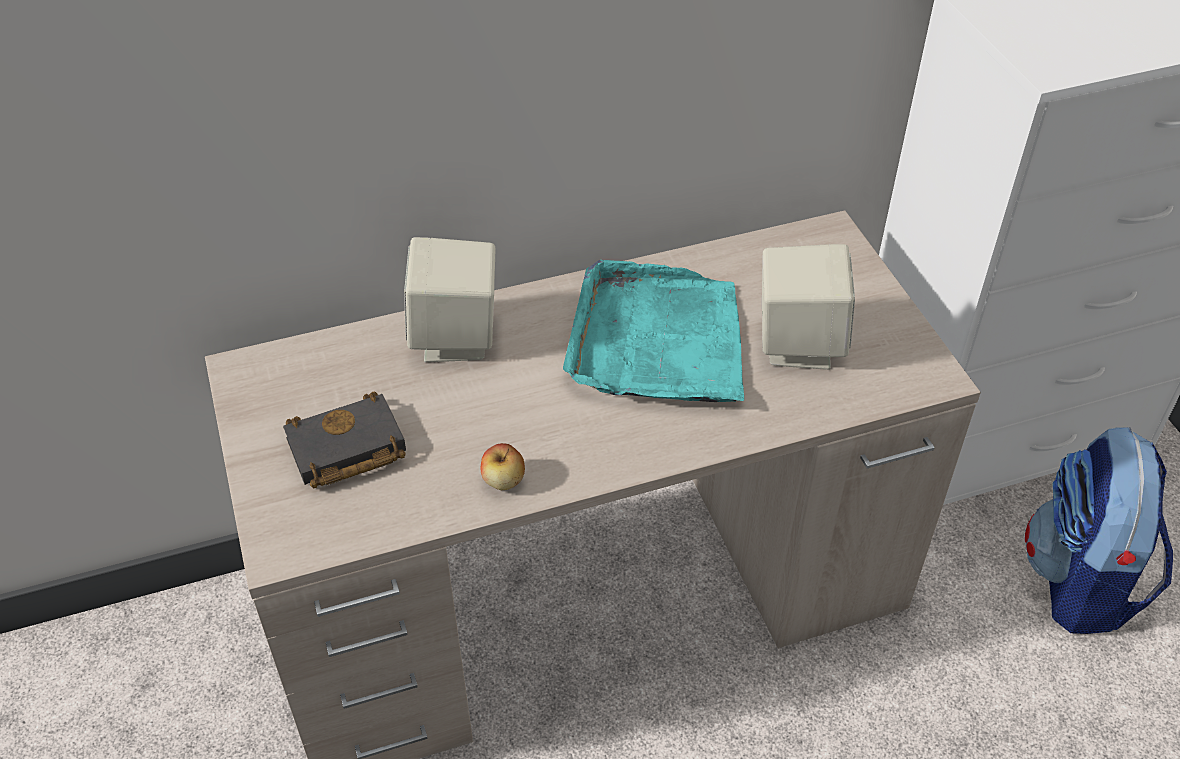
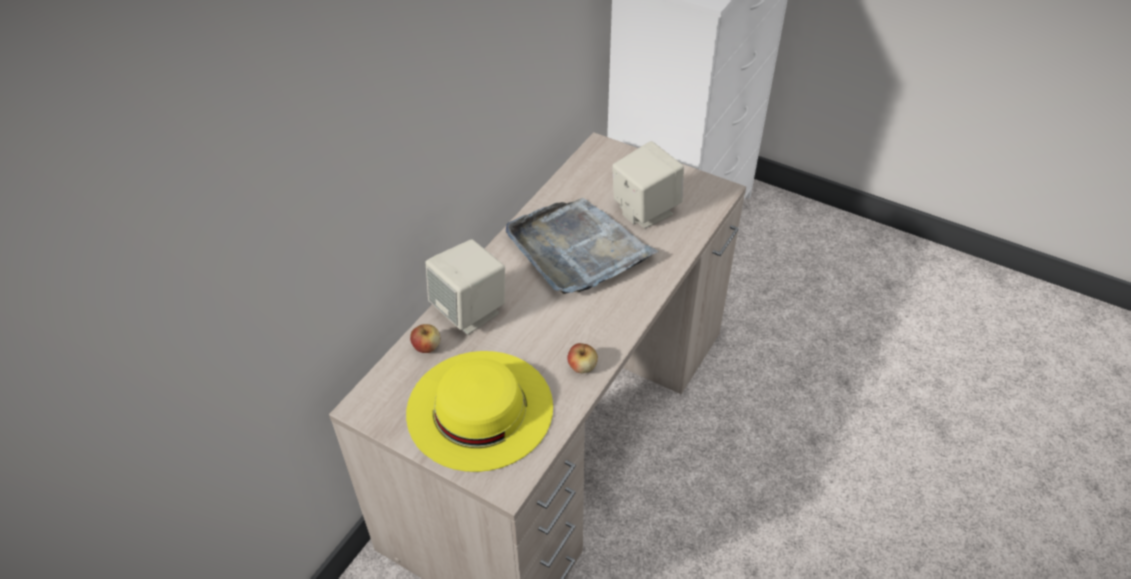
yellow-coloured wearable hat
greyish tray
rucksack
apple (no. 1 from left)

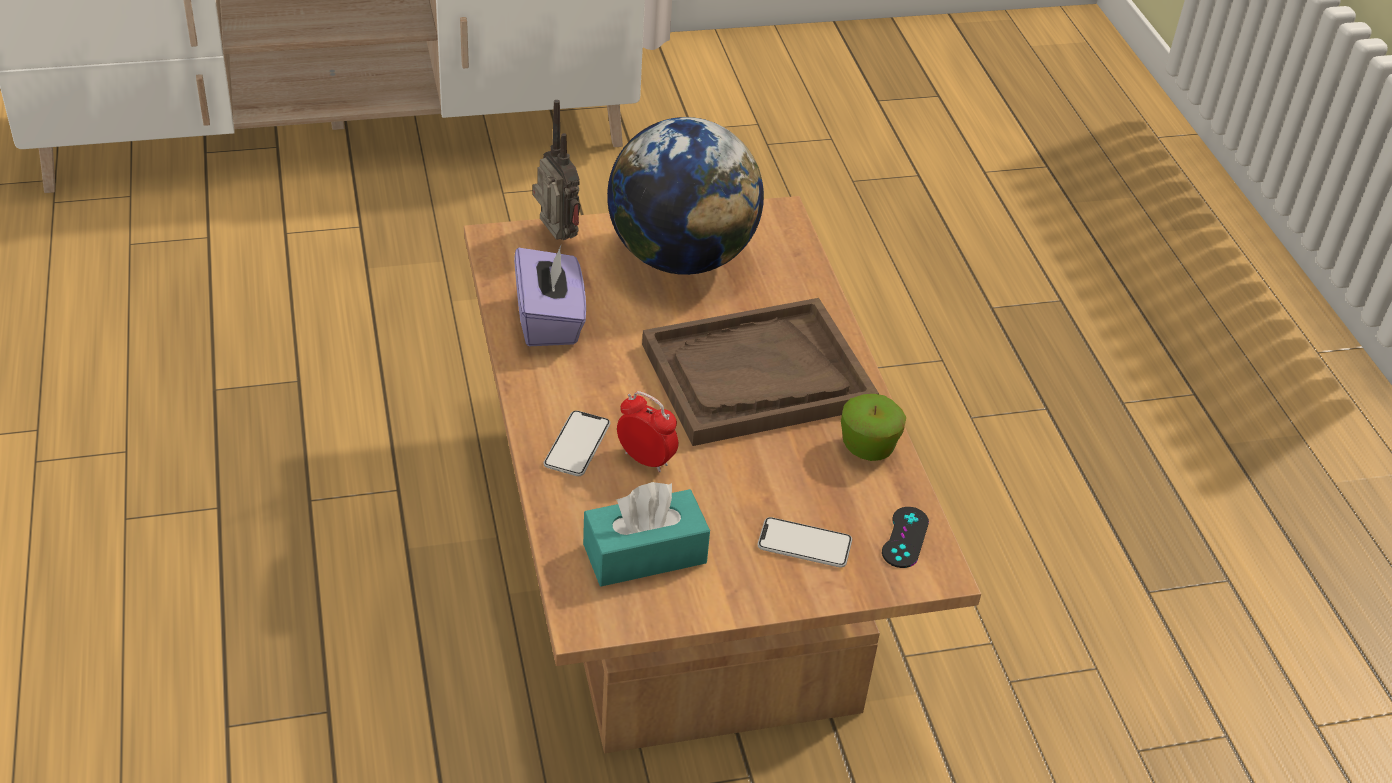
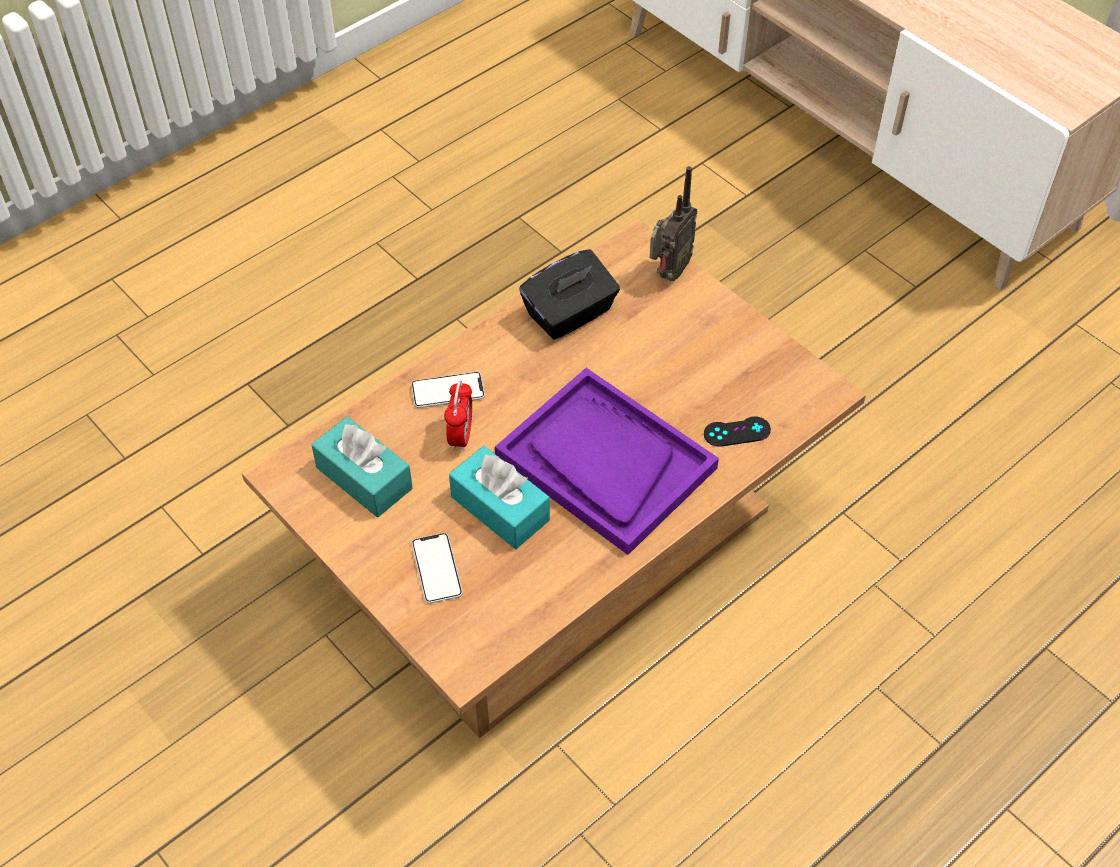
black-coloured tissue box
globe
purple-coloured tray
apple
black-coloured joypad
turquoise tissue box (no. 2 from left)

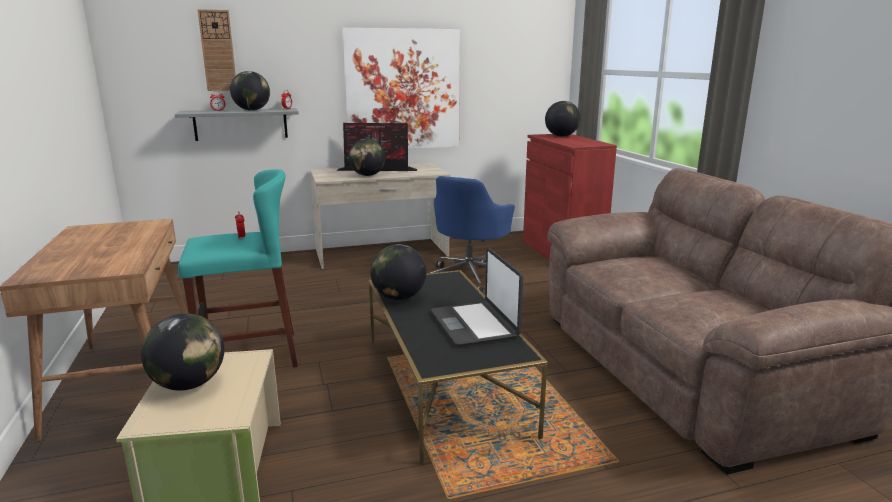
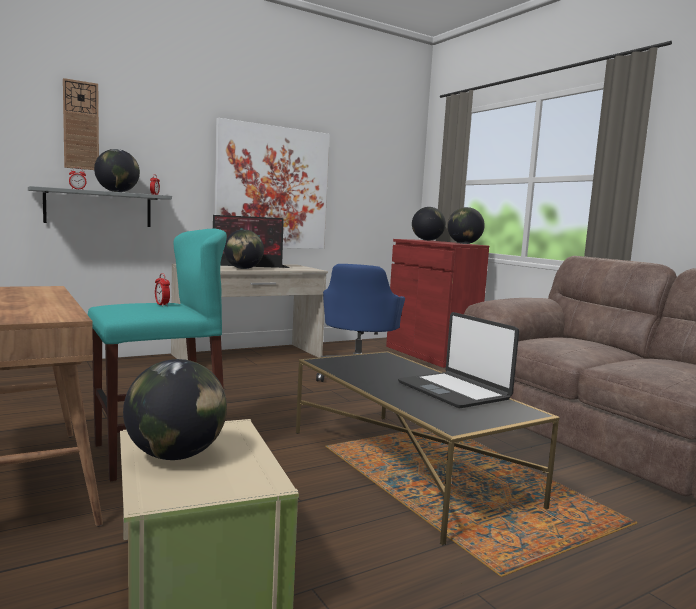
globe (no. 5 from left)

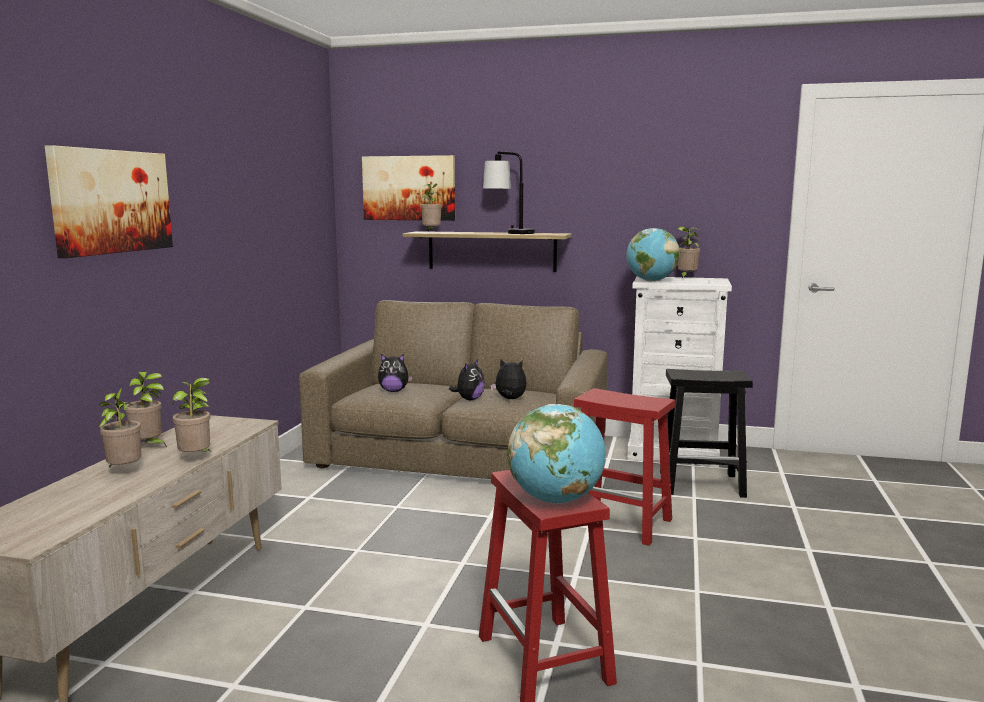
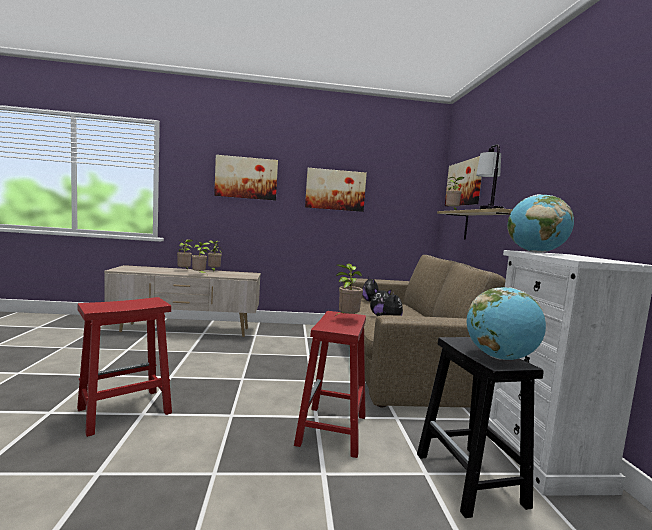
globe (no. 1 from left)
plant in a pot (no. 4 from left)
picture (no. 2 from left)

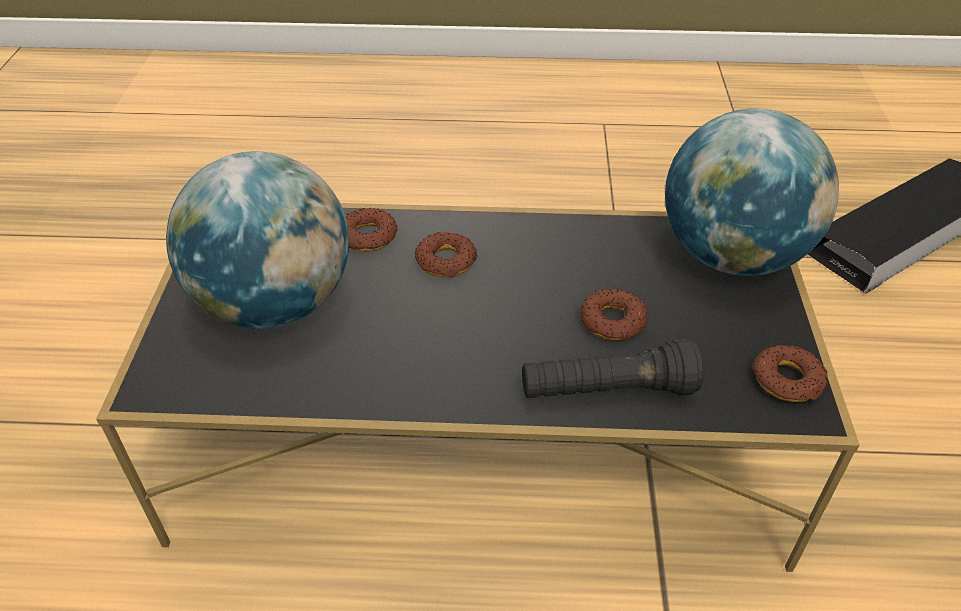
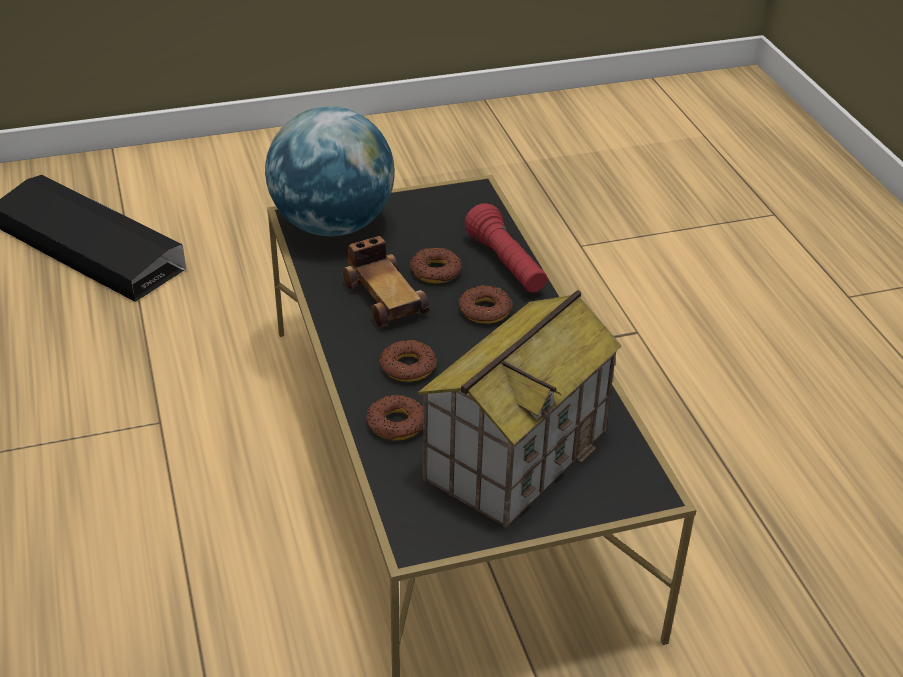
model house
red-coloured flashlight
donut (no. 4 from left)
model car

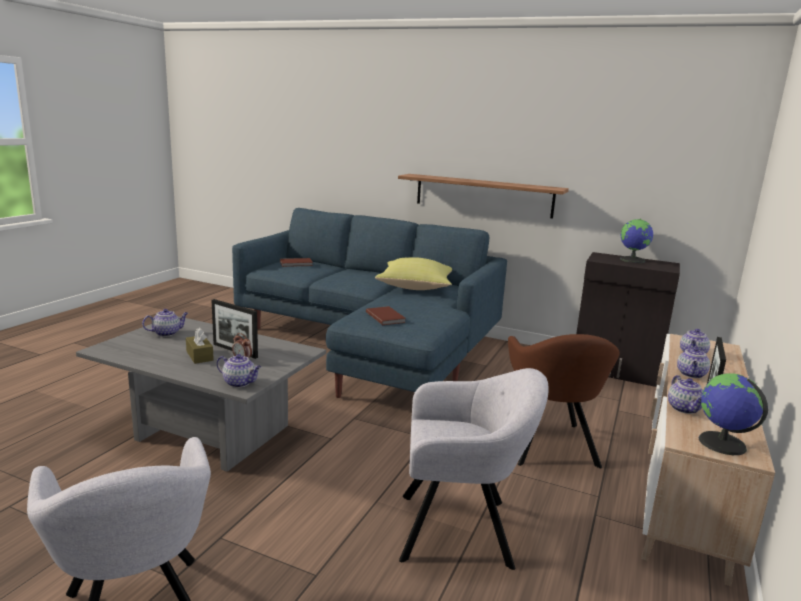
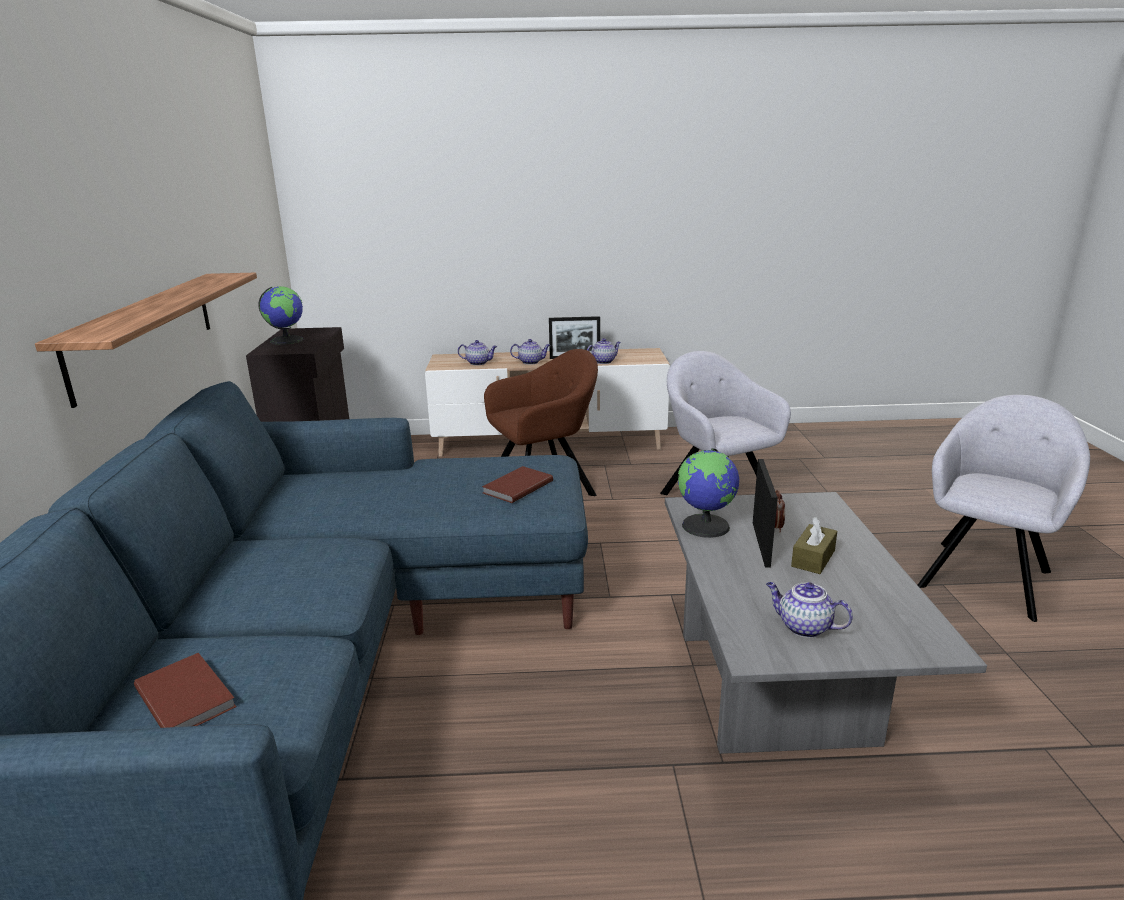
teapot (no. 2 from left in the first image)
yellow-coloured throw pillow
globe (no. 2 from left)

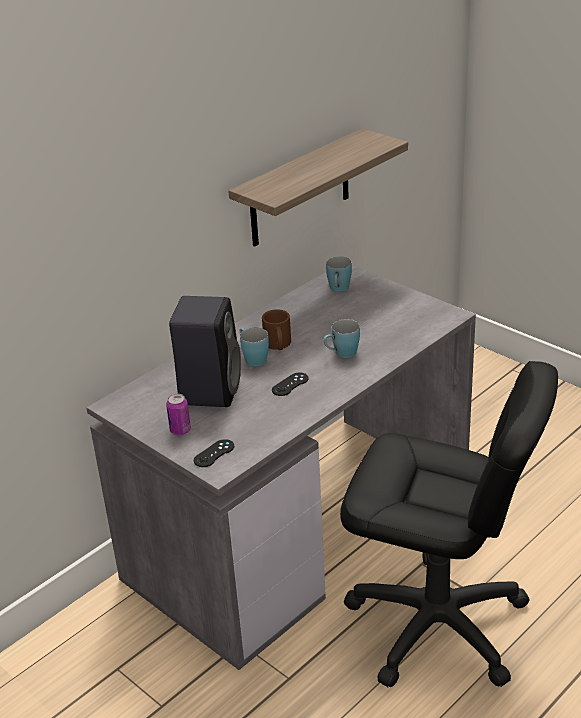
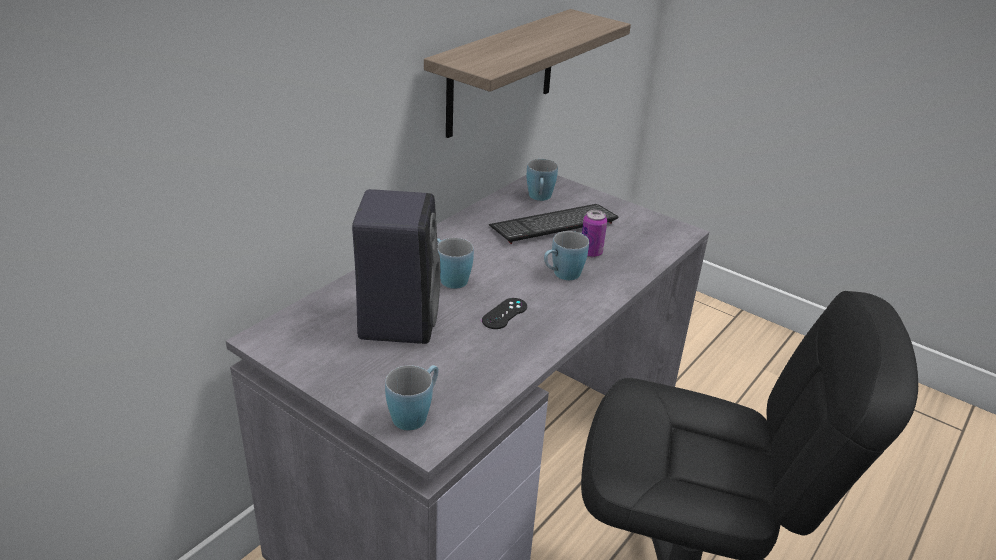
can
bluish mug (no. 1 from left)
brown mug
computer keyboard

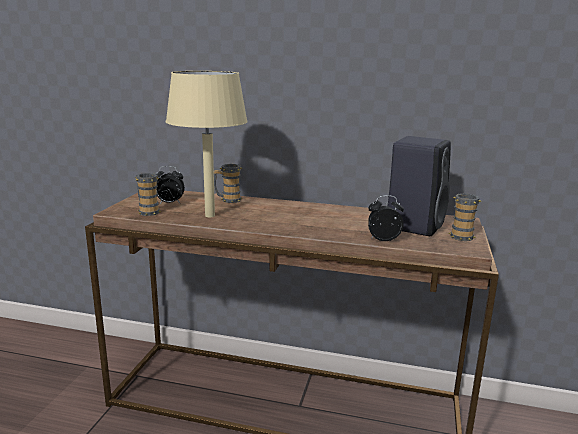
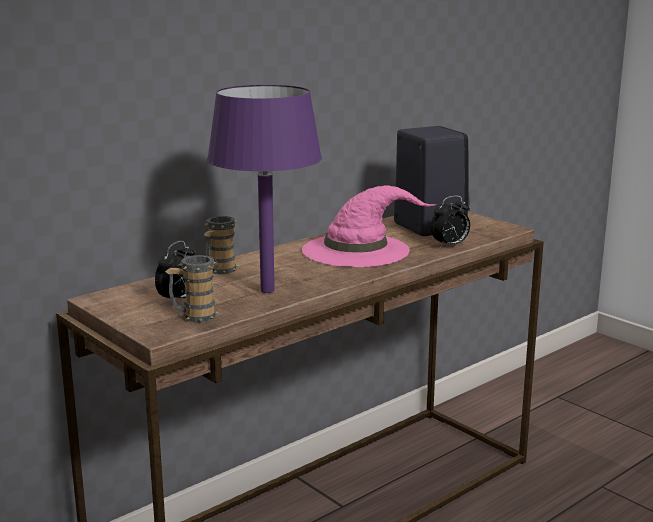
purple-coloured lamp for a table
bedside clock (no. 2 from left)
mug (no. 3 from left in the first image)
pink-coloured wearable hat

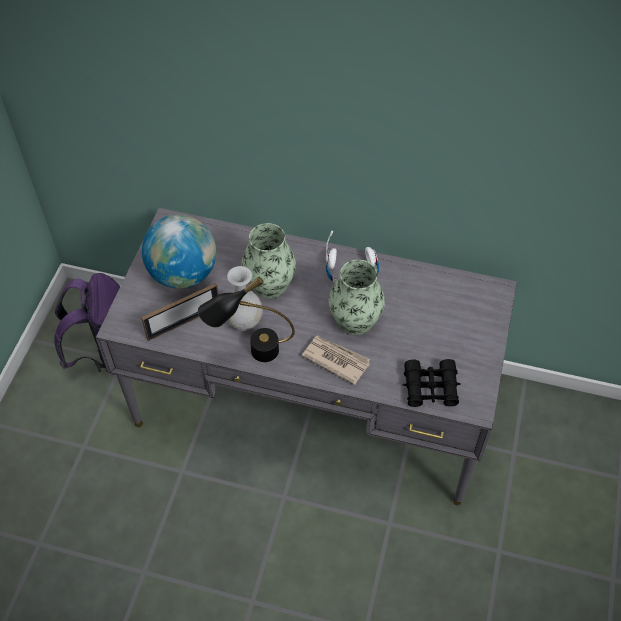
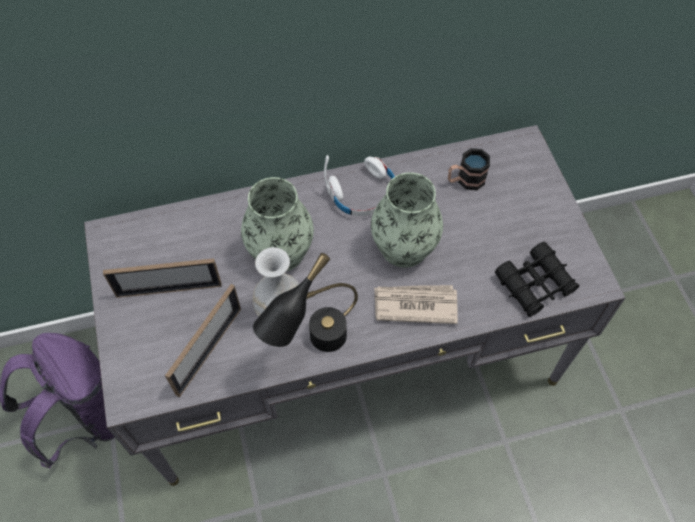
standing frame (no. 1 from left)
mug

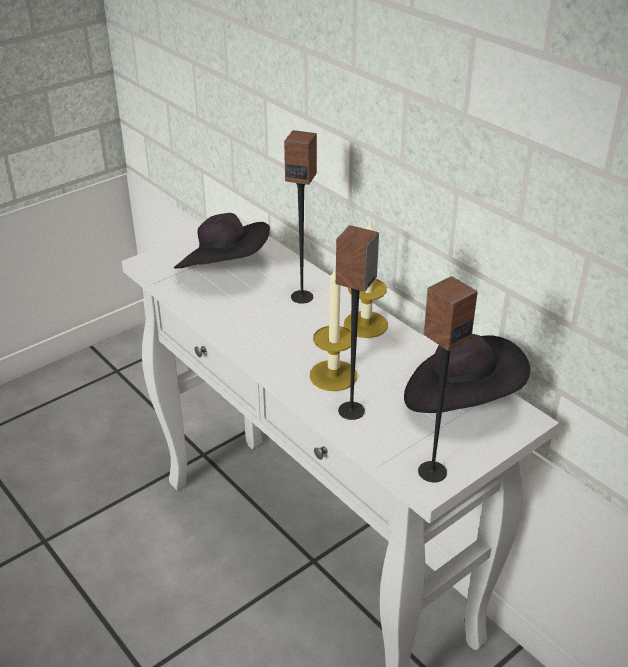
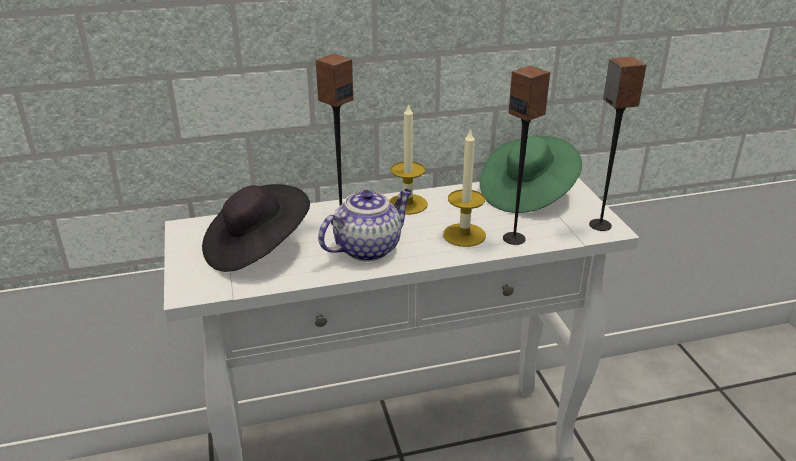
green-coloured wearable hat
teapot

